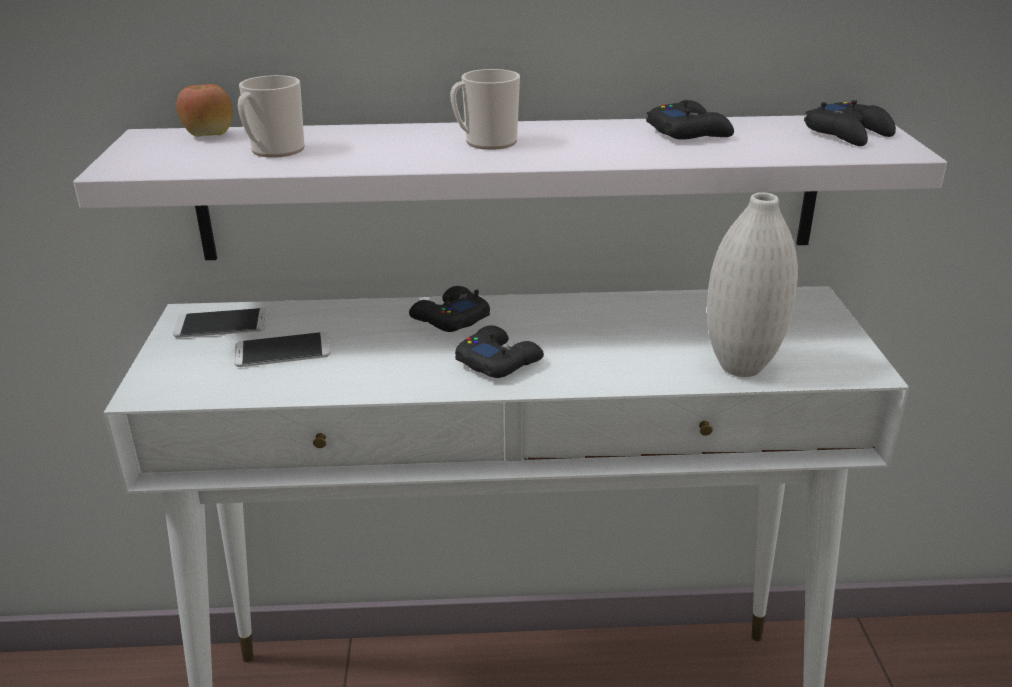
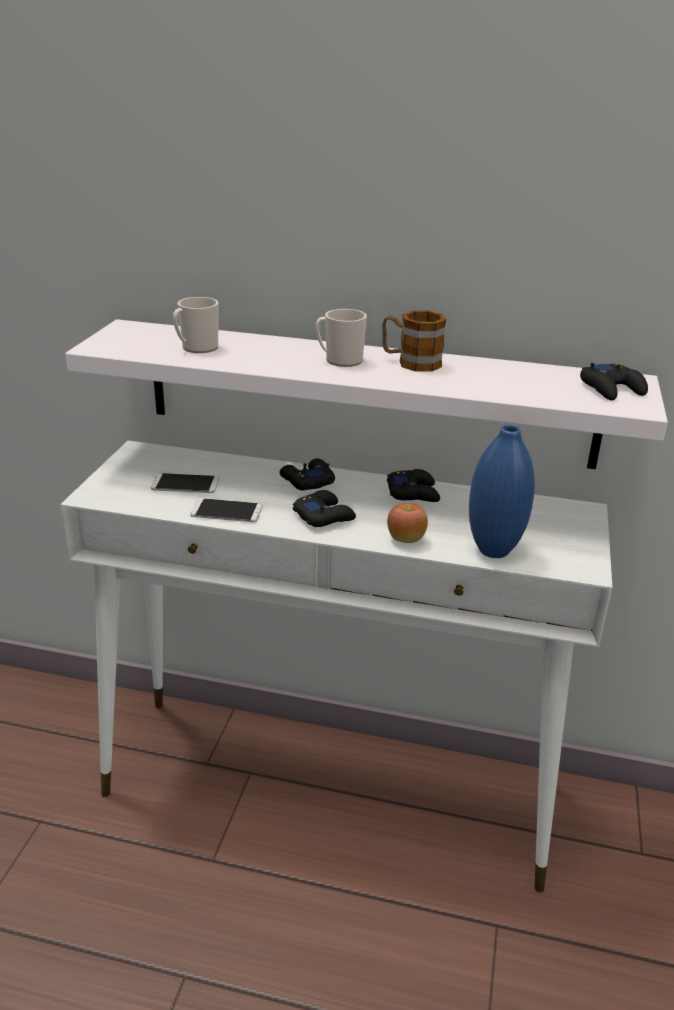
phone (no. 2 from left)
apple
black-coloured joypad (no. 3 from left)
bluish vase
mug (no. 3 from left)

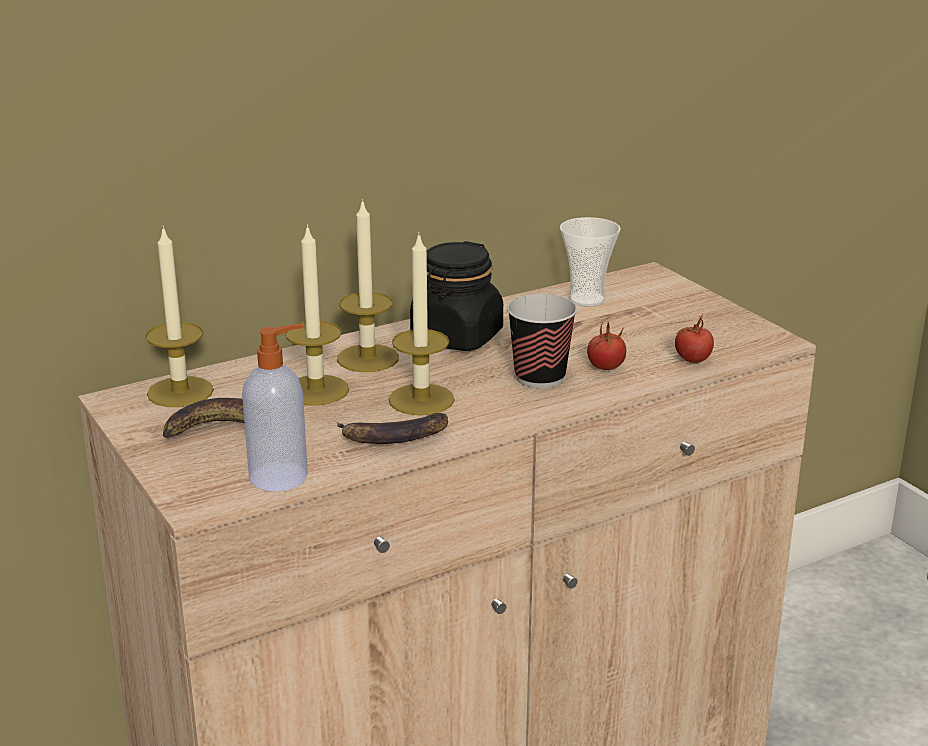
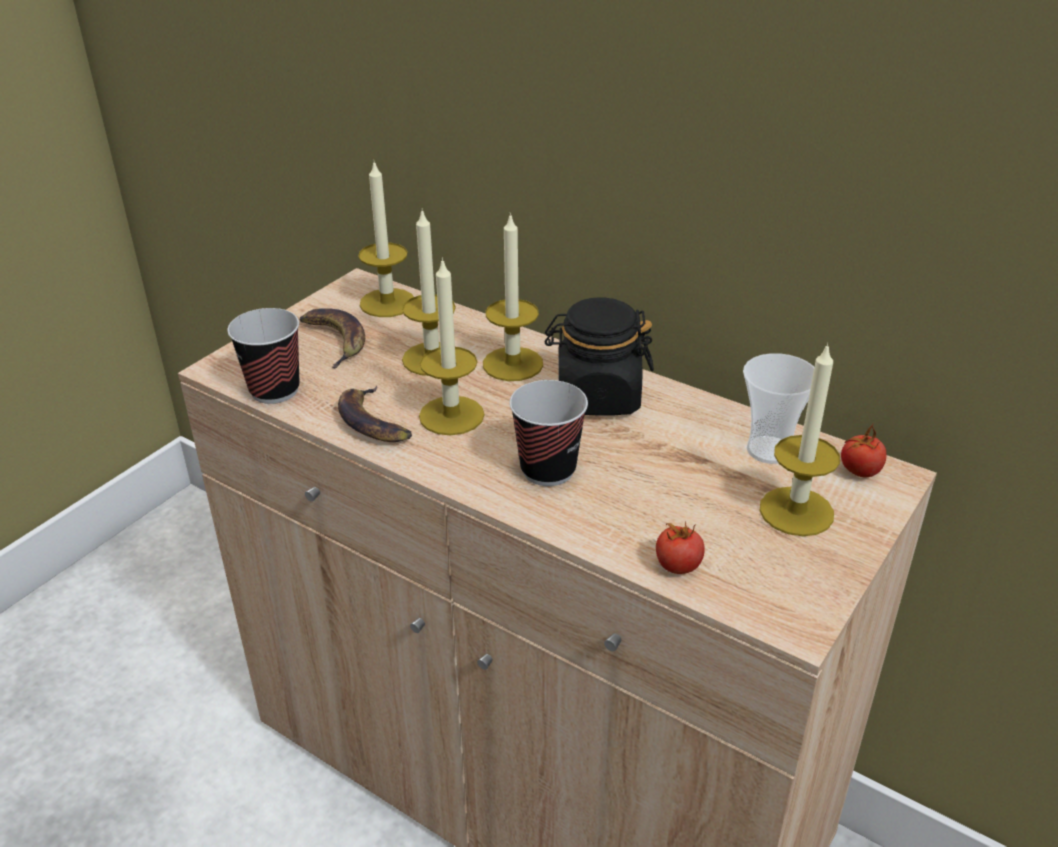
drinking cup (no. 1 from left)
tomato (no. 2 from left)
wax light (no. 5 from left)

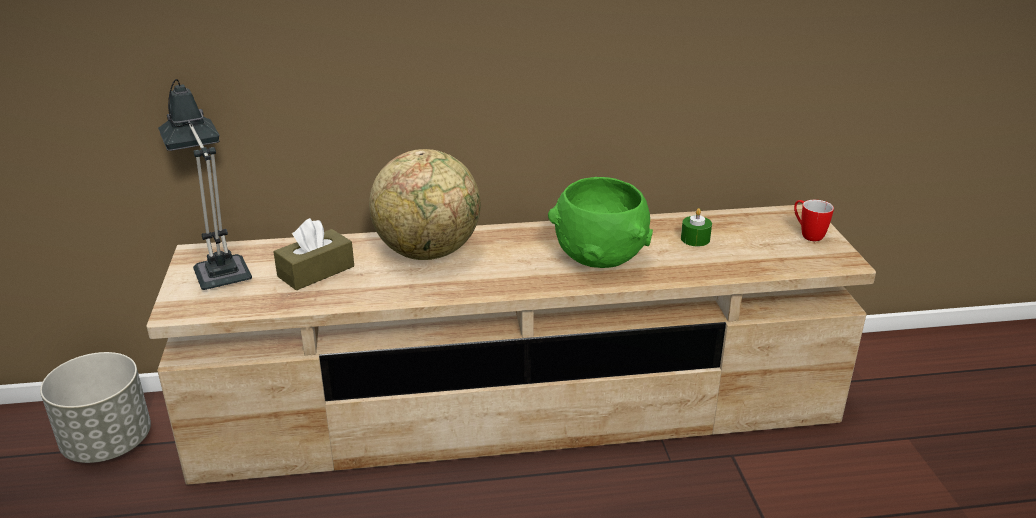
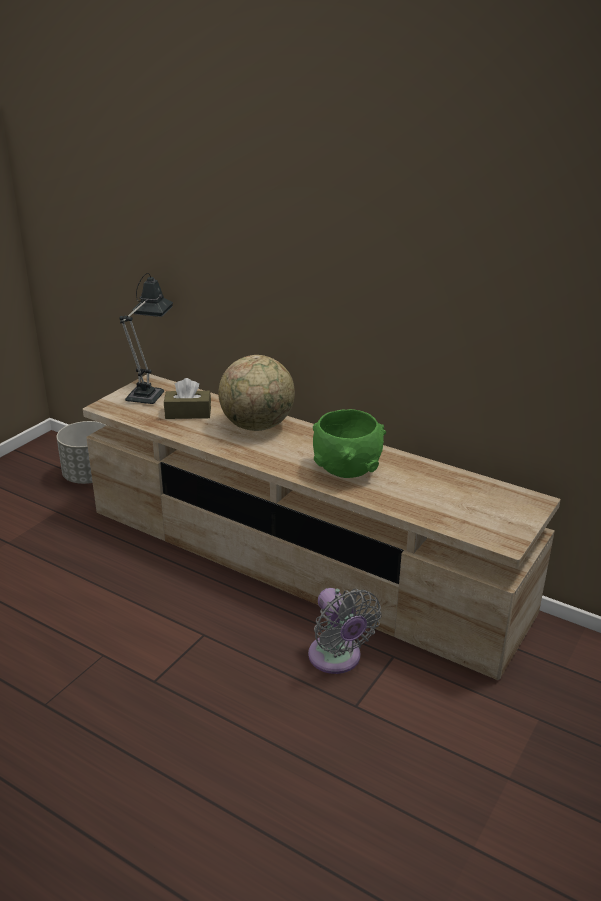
green-coloured wax light
mug
greyish electric fan

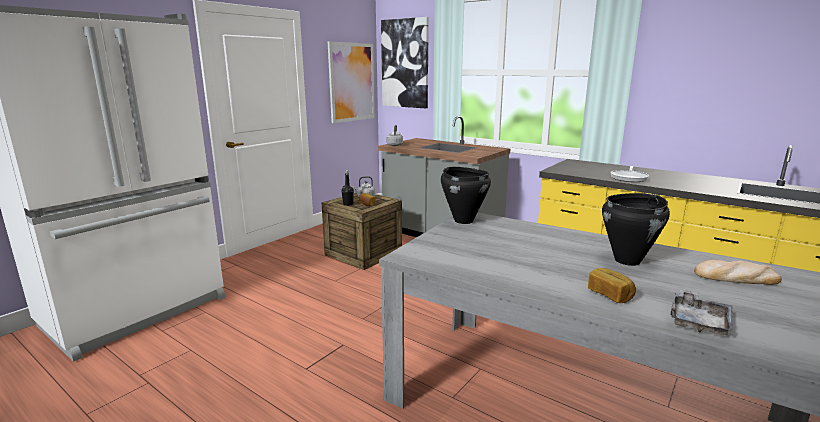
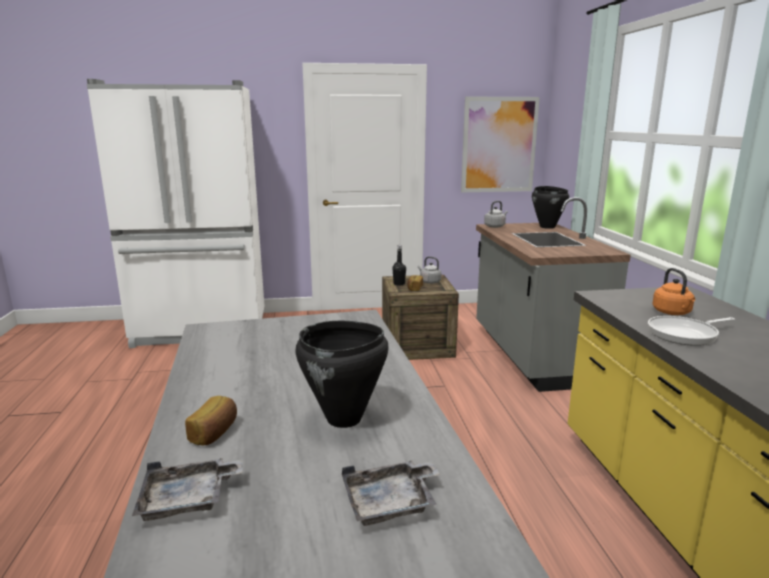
picture (no. 2 from left in the first image)
black-coloured cooking pot (no. 2 from left)
greyish tray (no. 2 from left)
orangey kettle

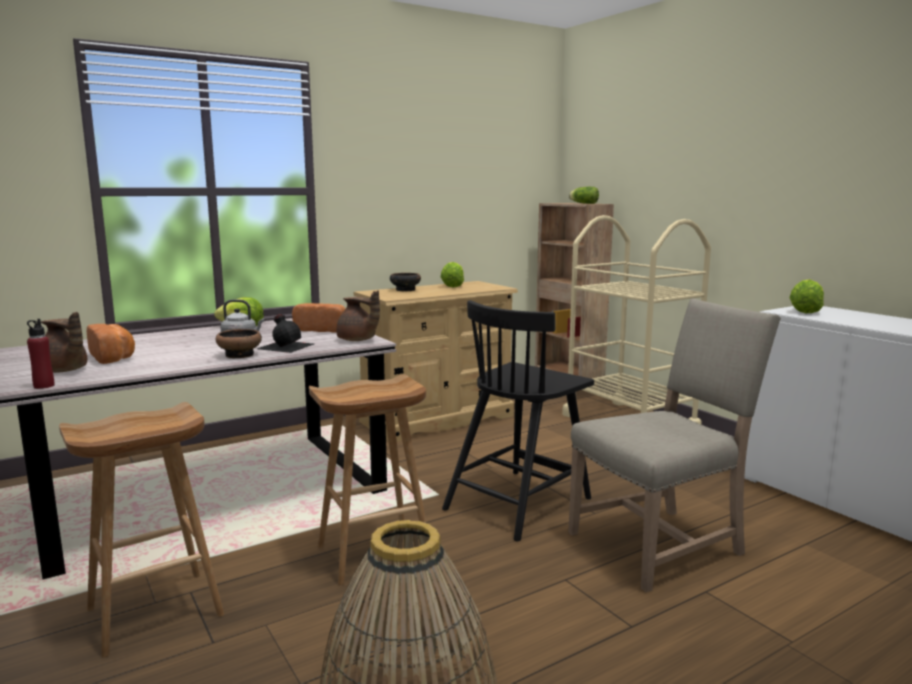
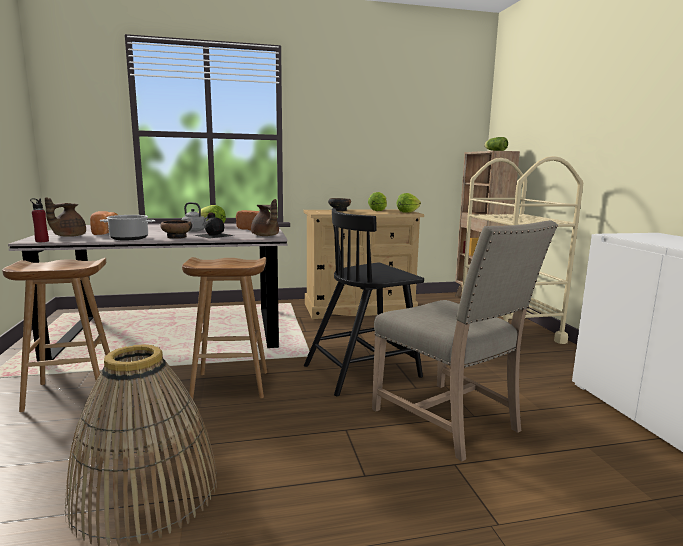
brown teapot (no. 1 from left)
beige-coloured plain chair
lettuce head (no. 3 from left)
cooking pot

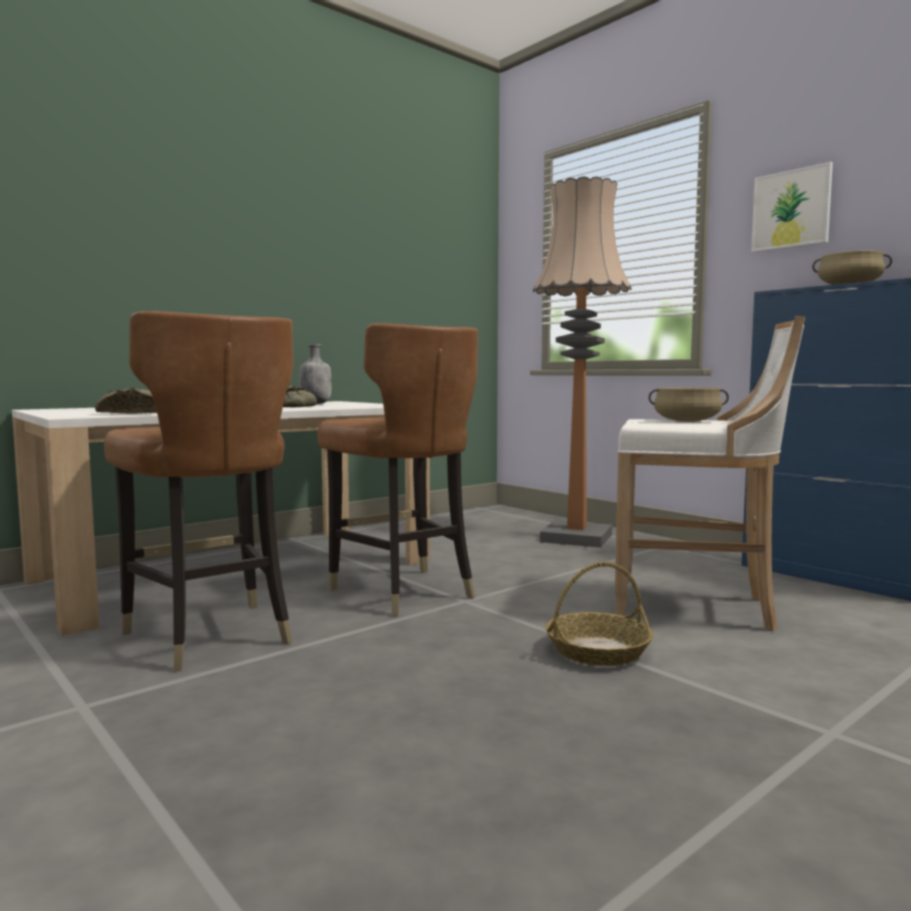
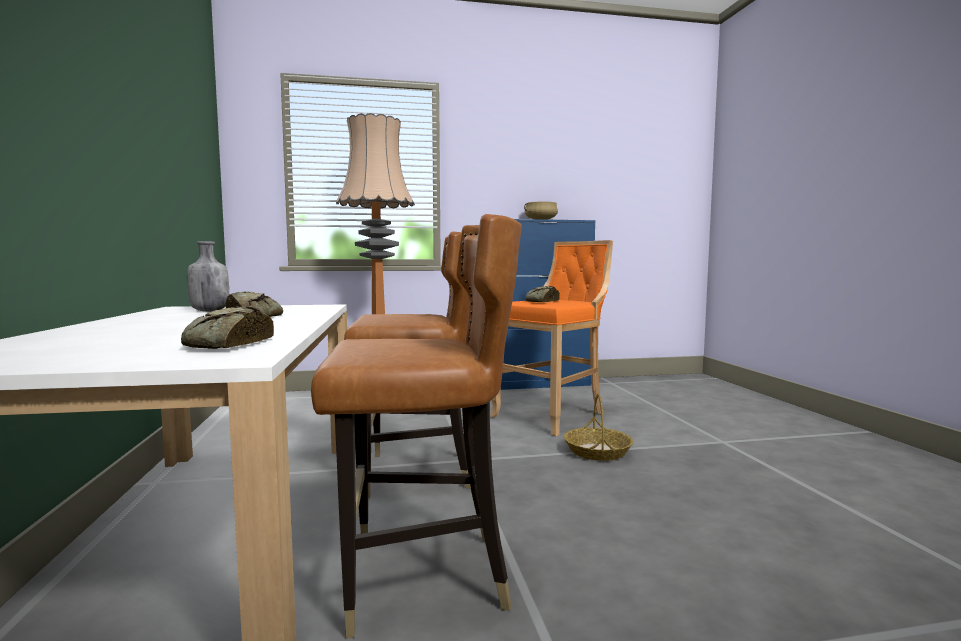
orangey stool seat
bakery bread (no. 3 from left)
picture

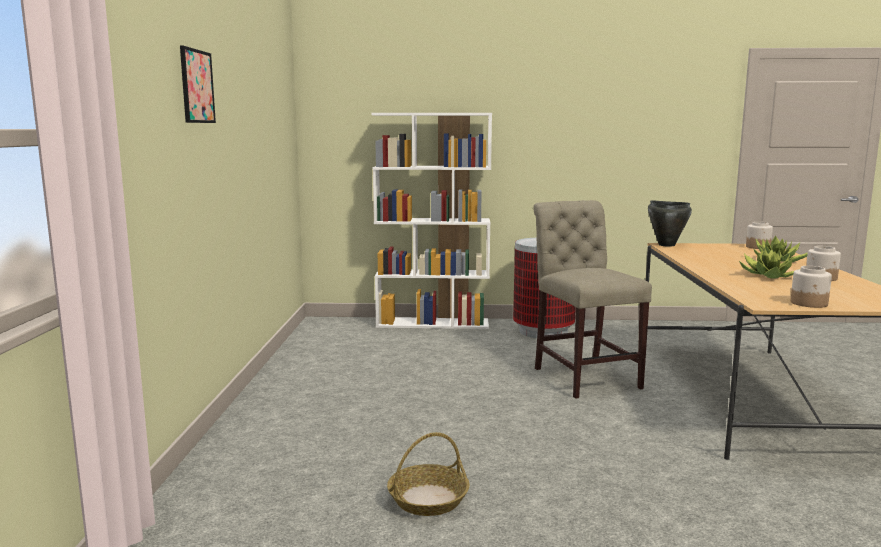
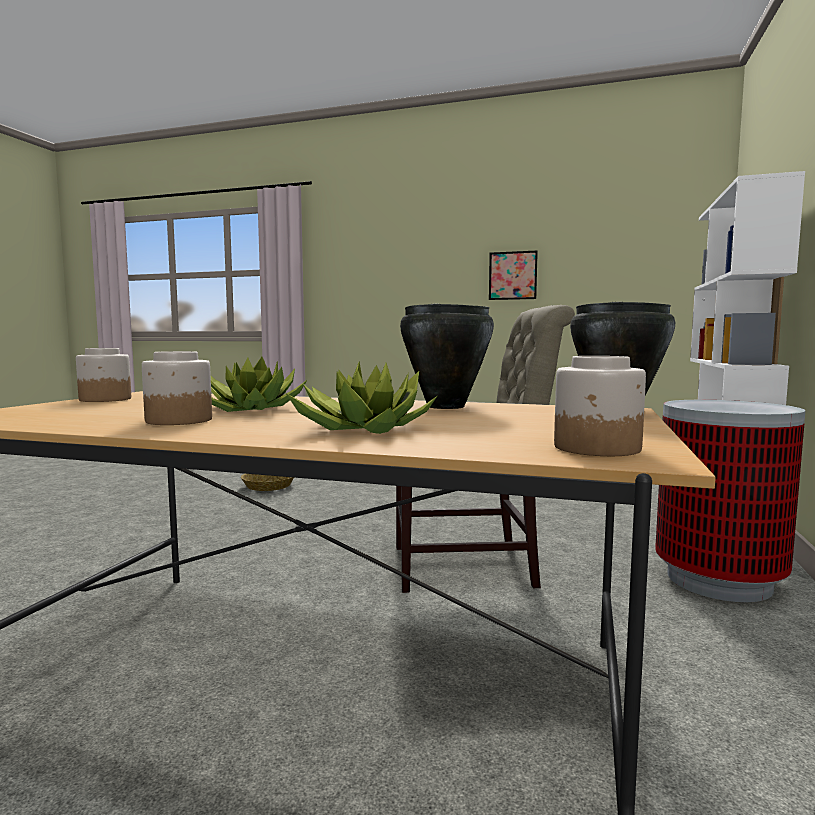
picture
black-coloured cooking pot (no. 1 from left)

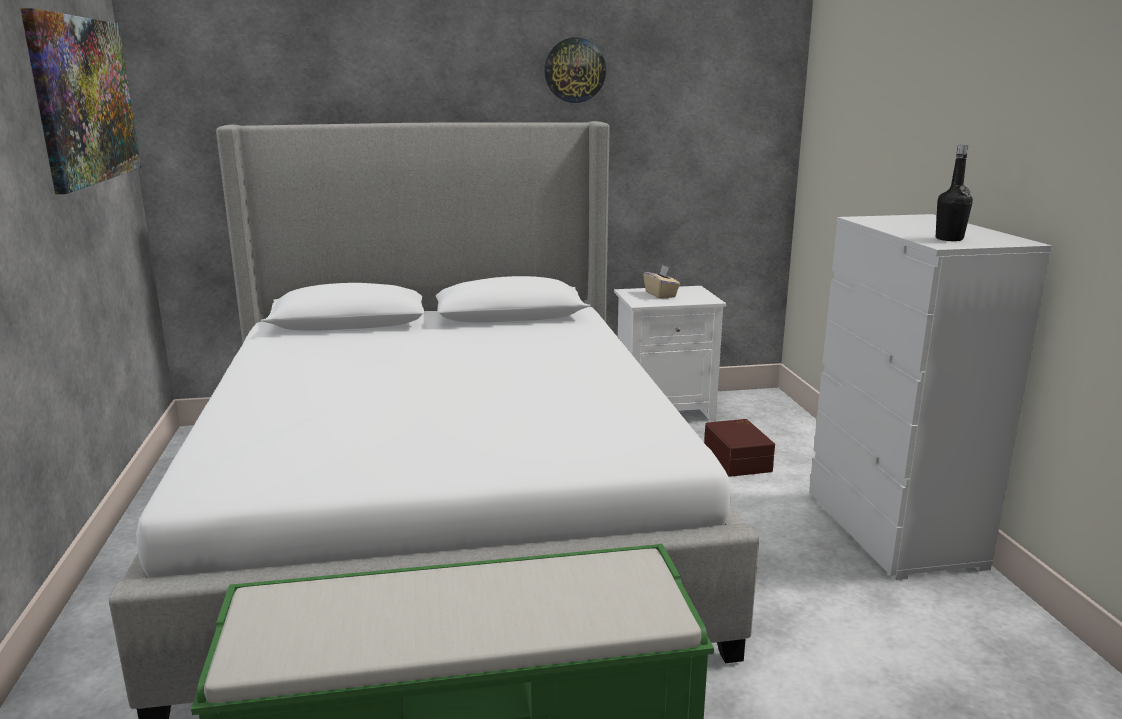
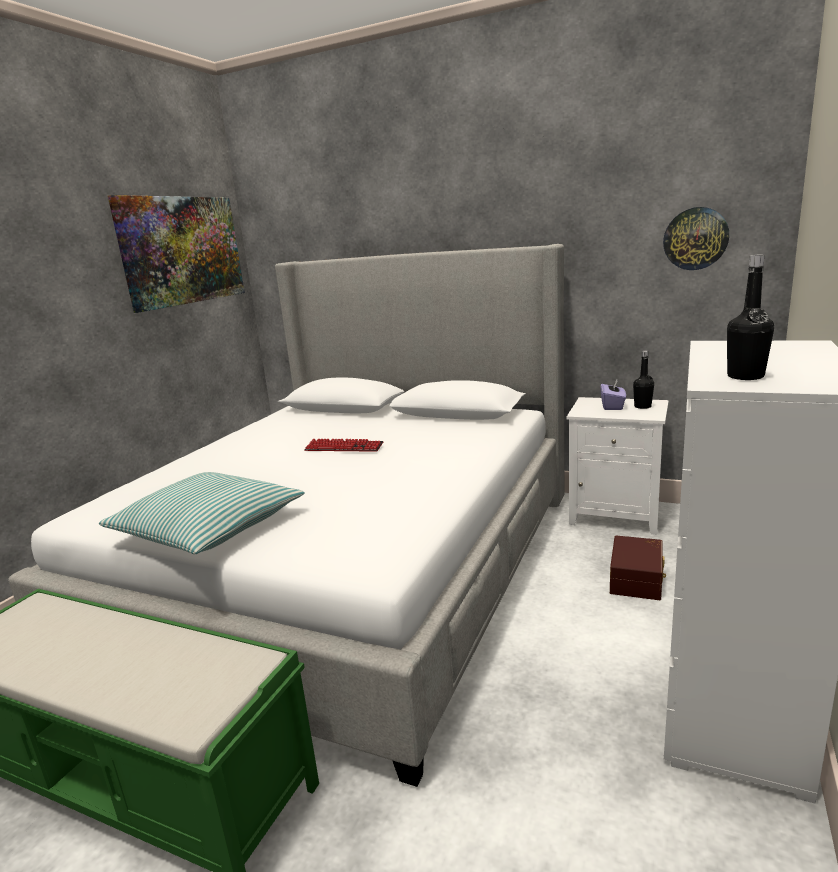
hanging clock
purple-coloured tissue box
throw pillow
computer keyboard
black-coloured beverage bottle (no. 1 from left)

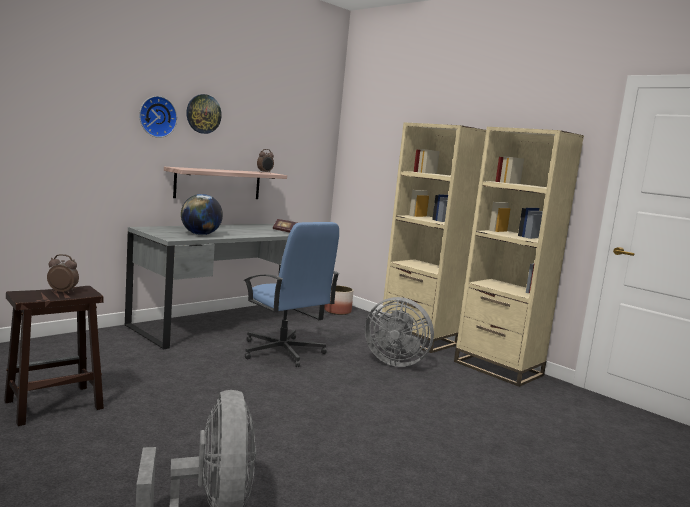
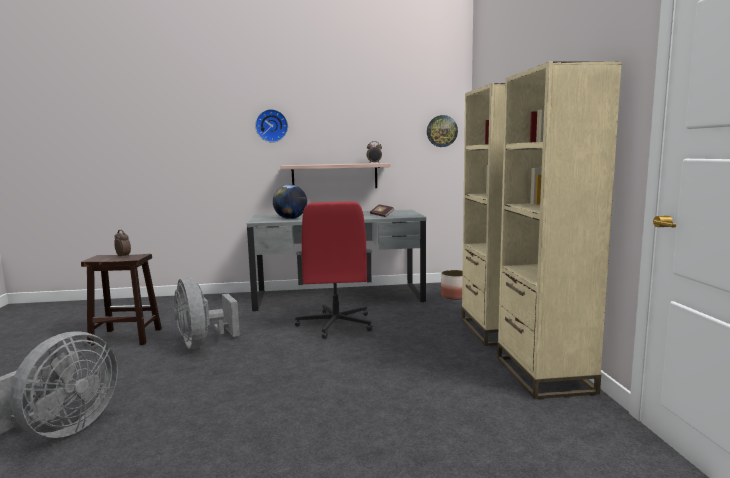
hanging clock (no. 2 from left)
red-coloured computer chair
greyish electric fan (no. 2 from left)

